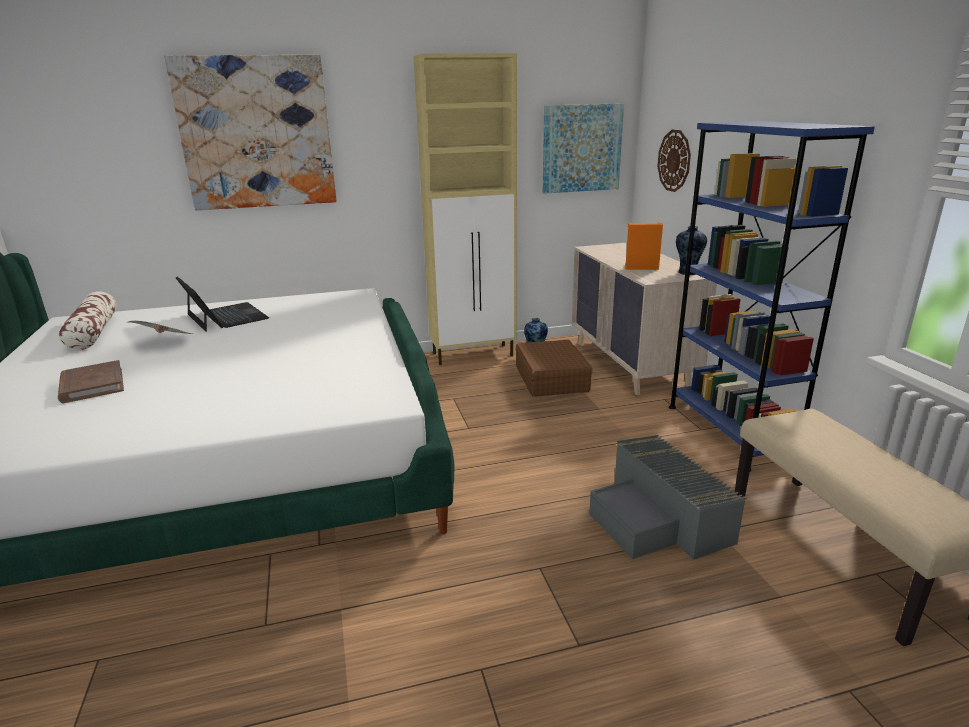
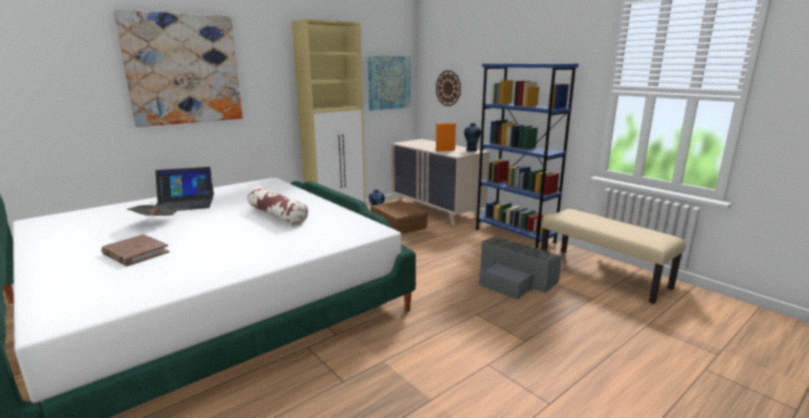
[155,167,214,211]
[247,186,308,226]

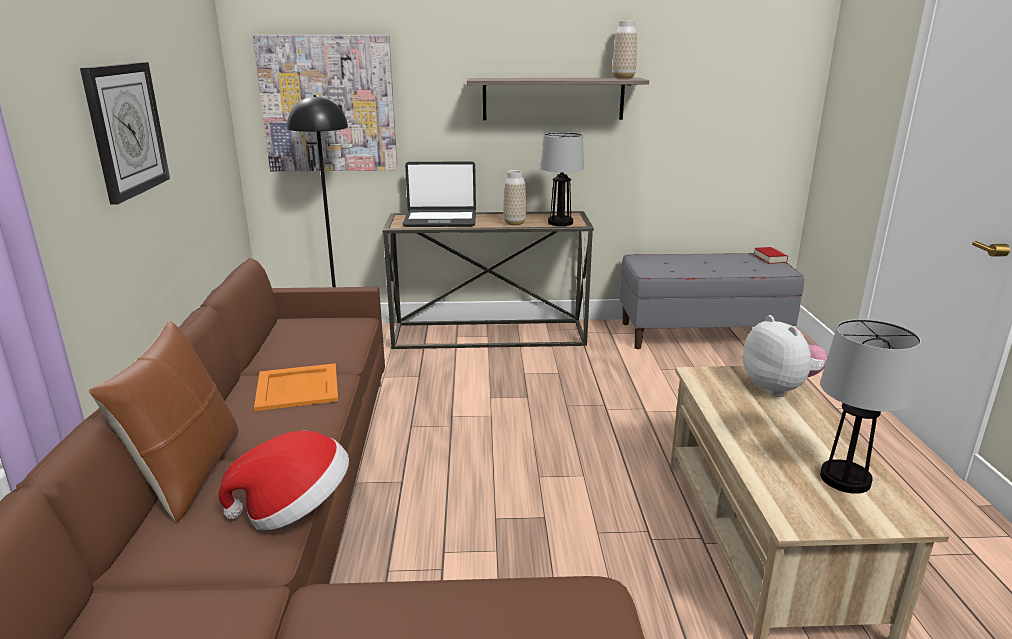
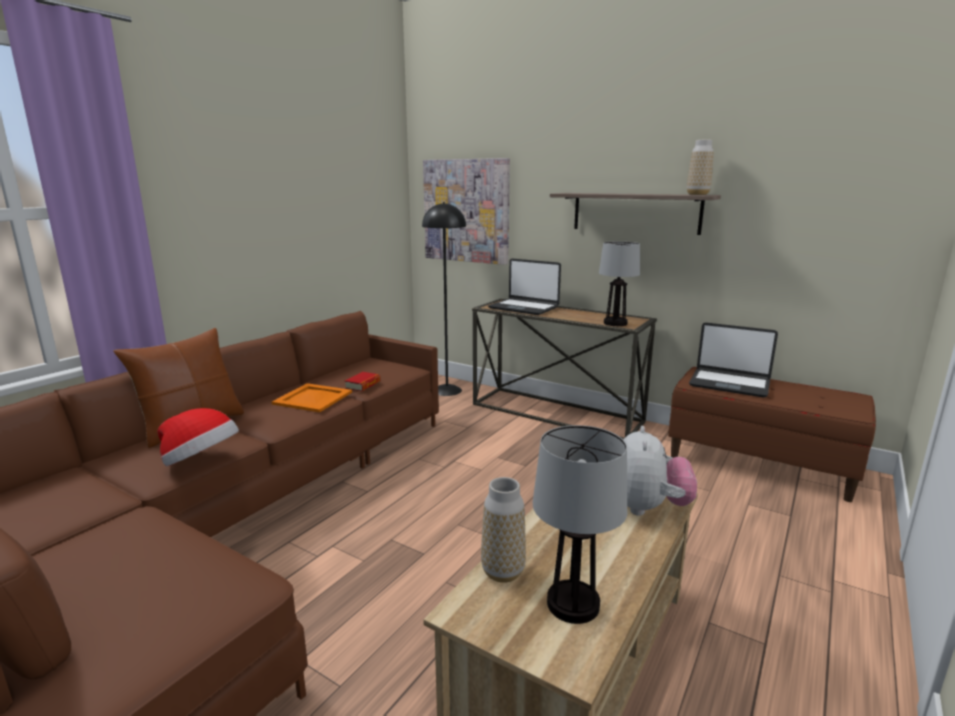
[345,372,380,392]
[481,477,526,583]
[668,367,876,502]
[689,323,778,398]
[80,62,170,204] (first image)

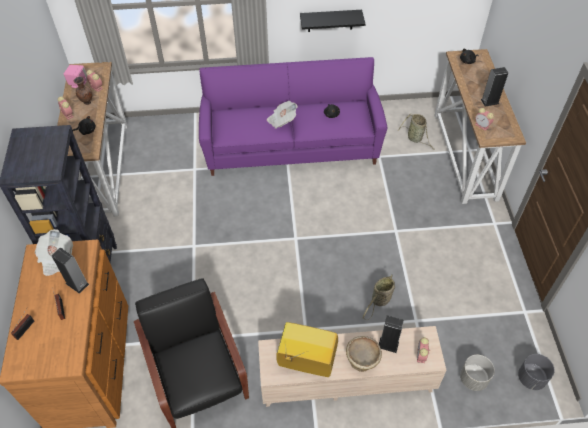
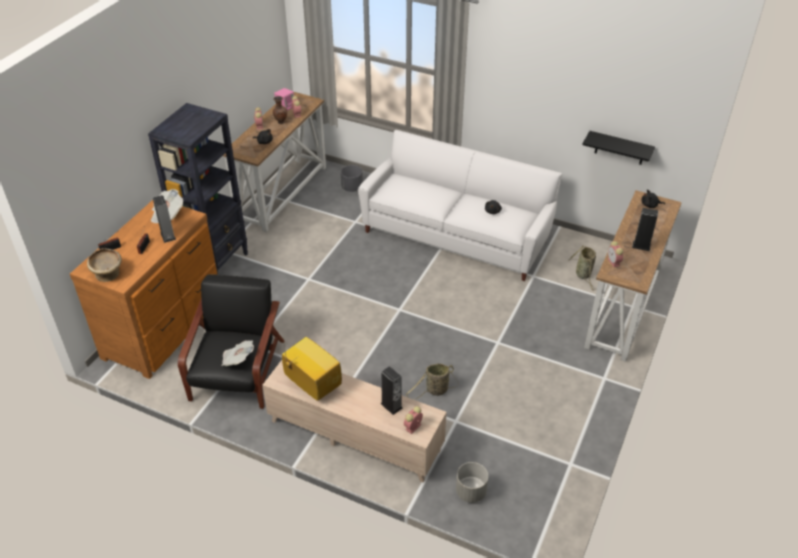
[87,248,122,282]
[221,340,254,366]
[341,165,363,192]
[358,130,562,281]
[582,131,655,165]

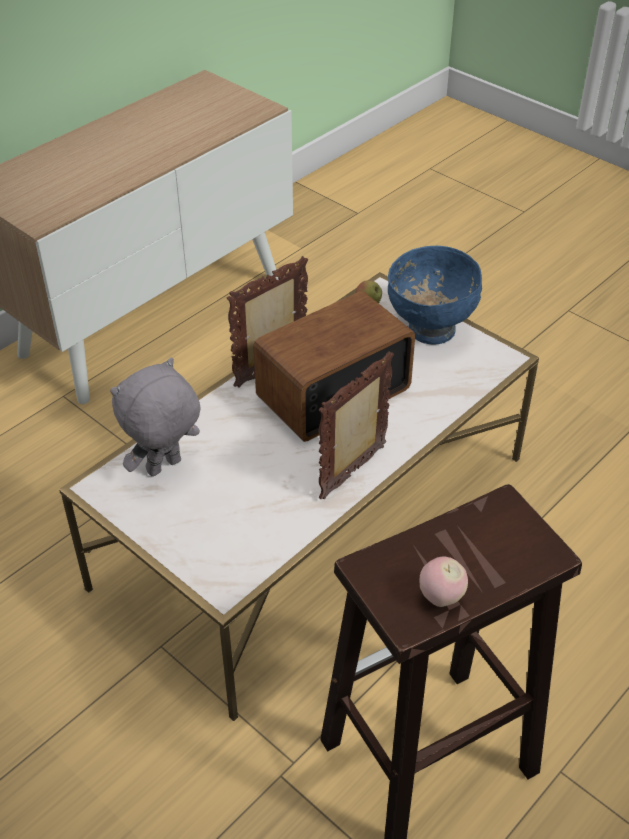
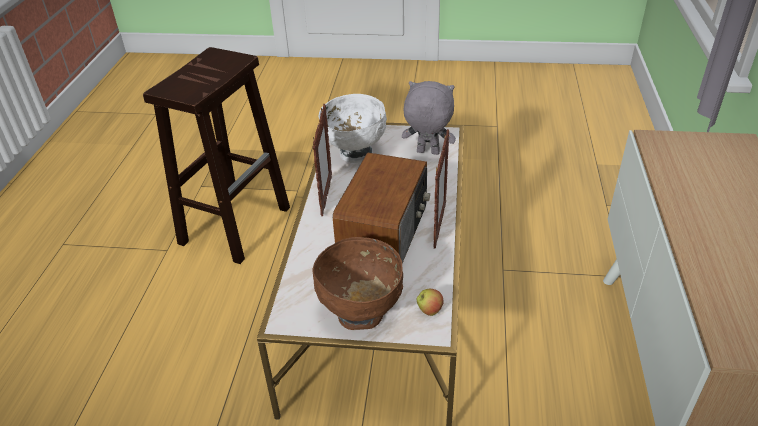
[312,237,403,330]
[319,94,387,163]
[402,81,456,155]
[420,556,468,607] (first image)

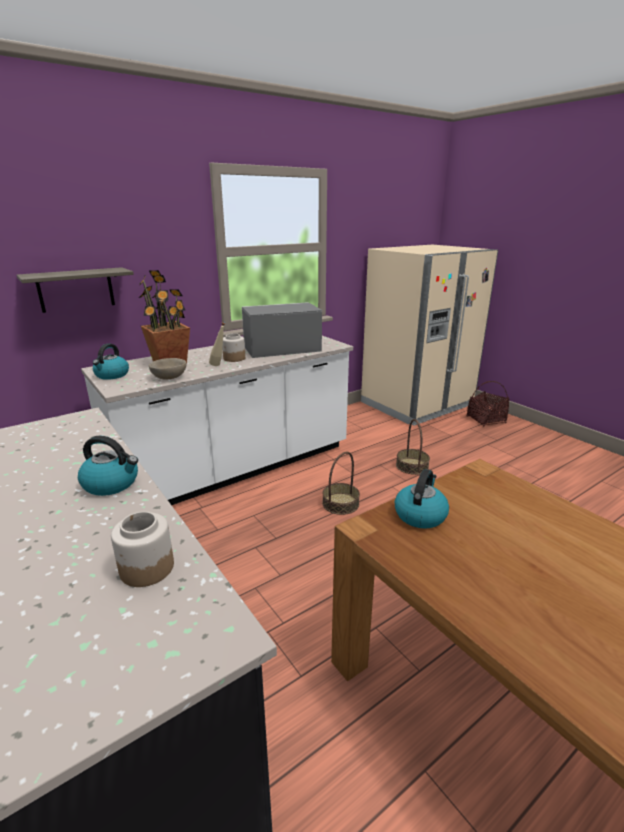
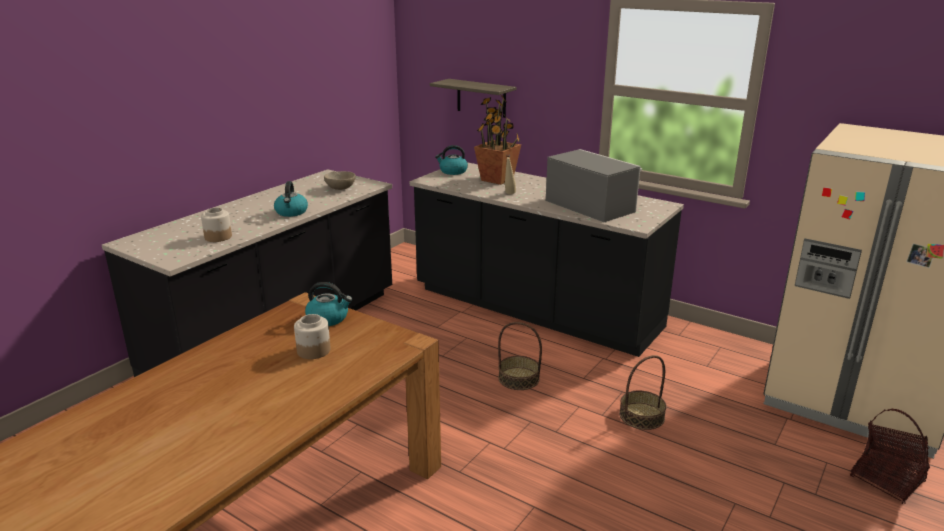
[294,314,331,359]
[324,171,356,190]
[410,162,684,357]

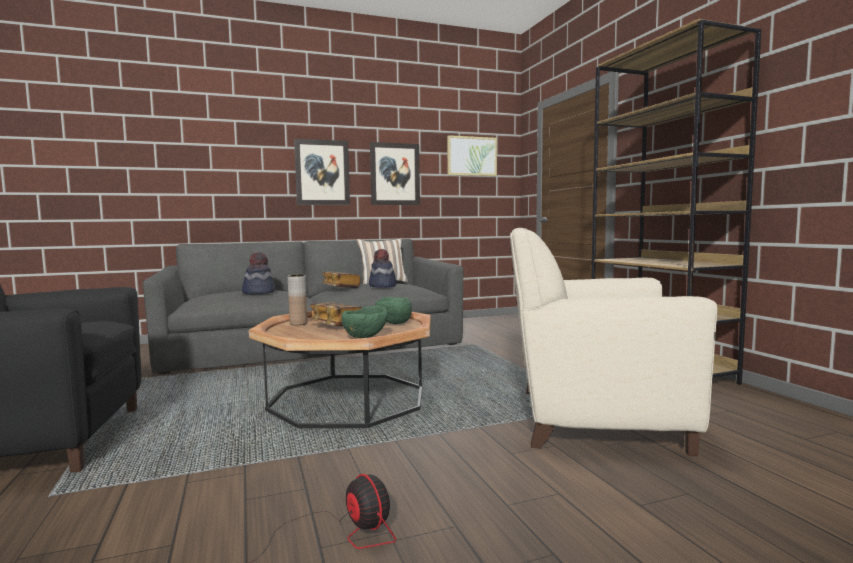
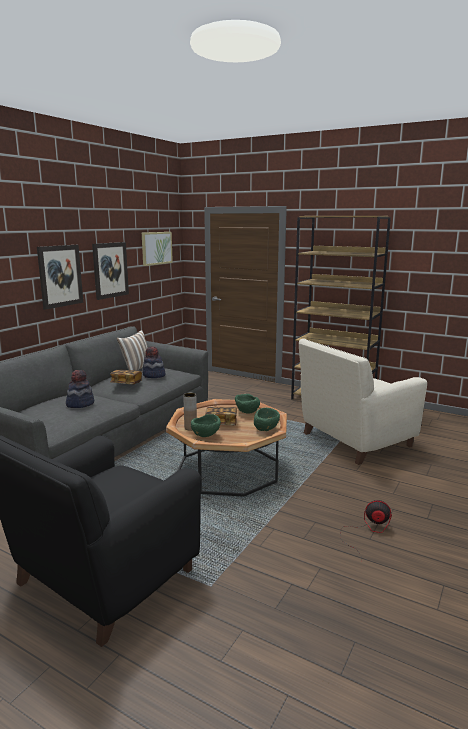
[191,414,221,437]

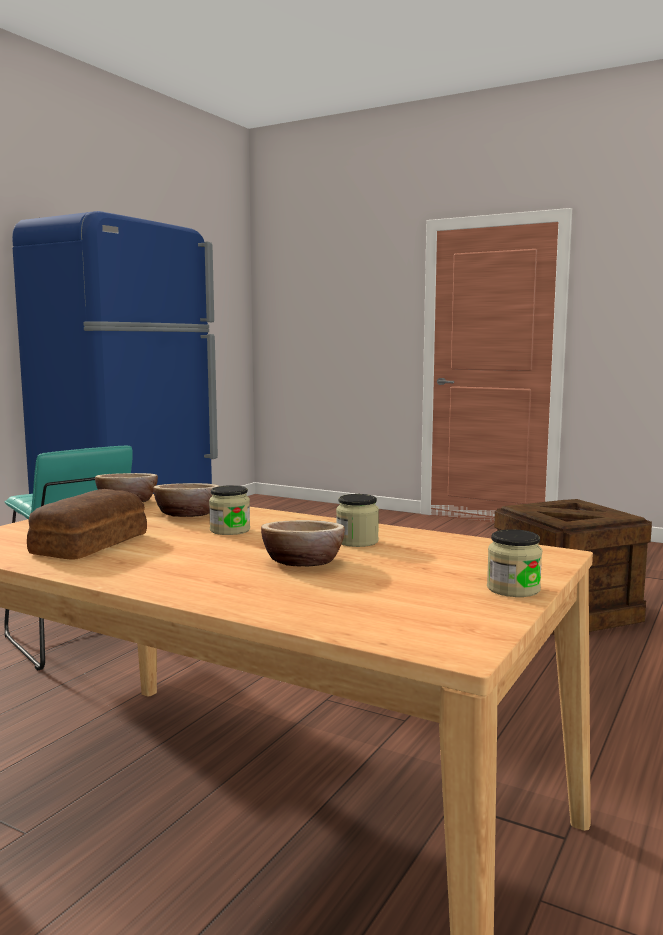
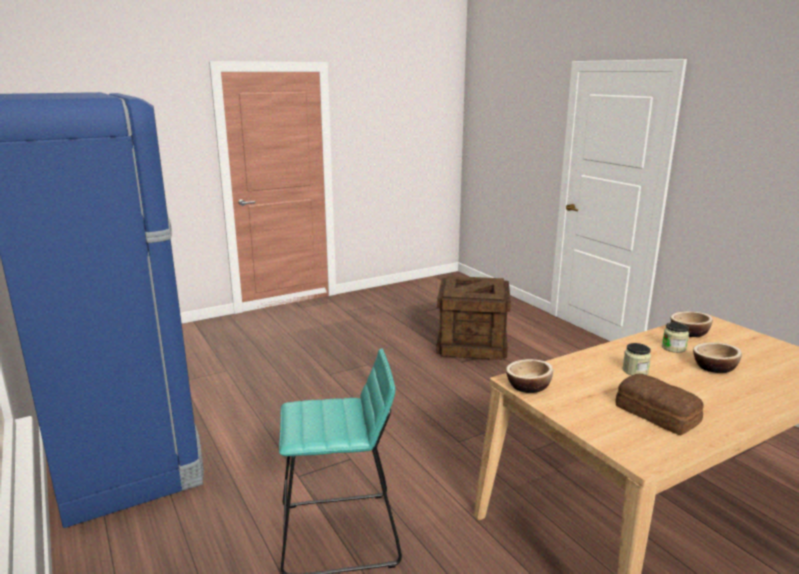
[671,311,713,337]
[487,529,542,597] (first image)

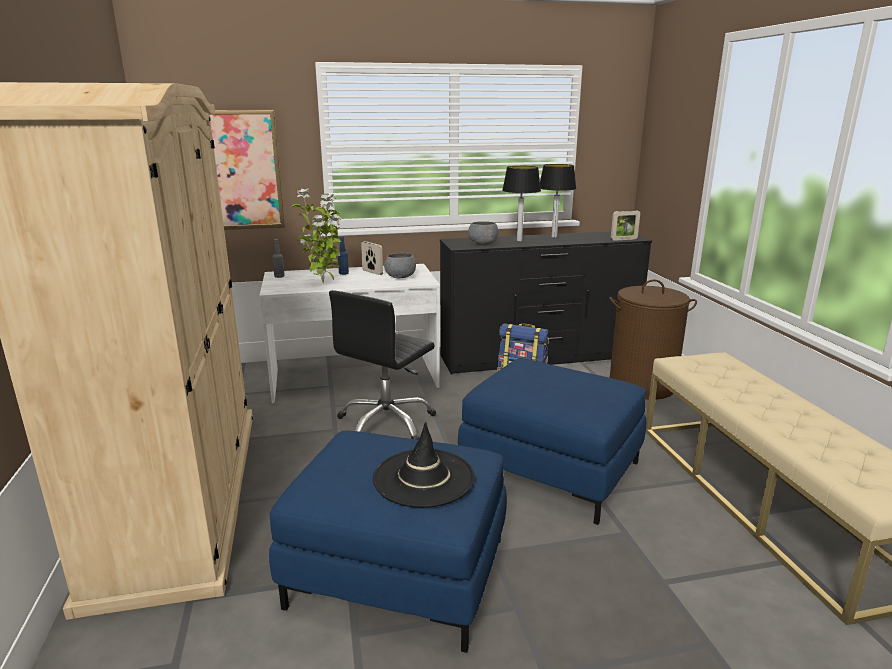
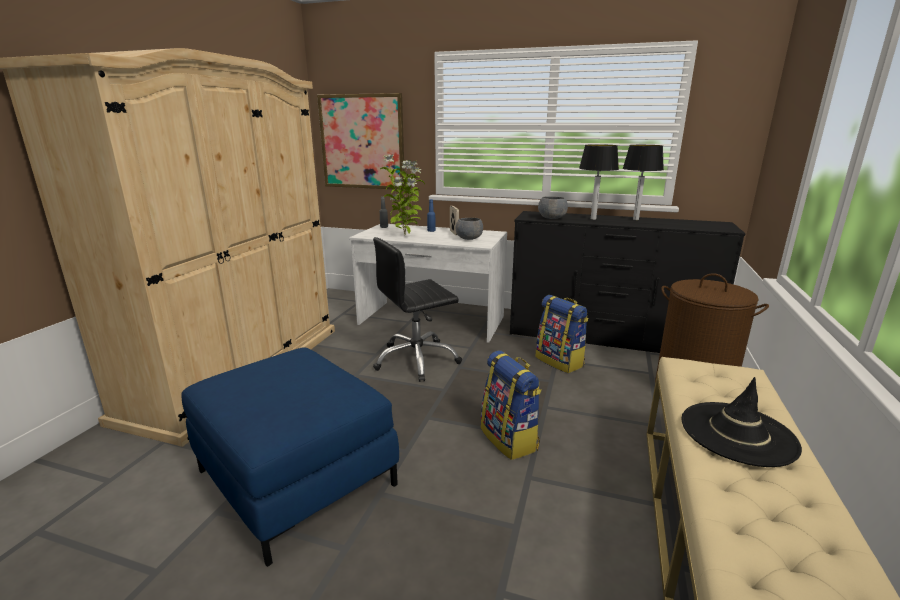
[481,351,542,460]
[681,377,802,467]
[611,210,640,241] (first image)

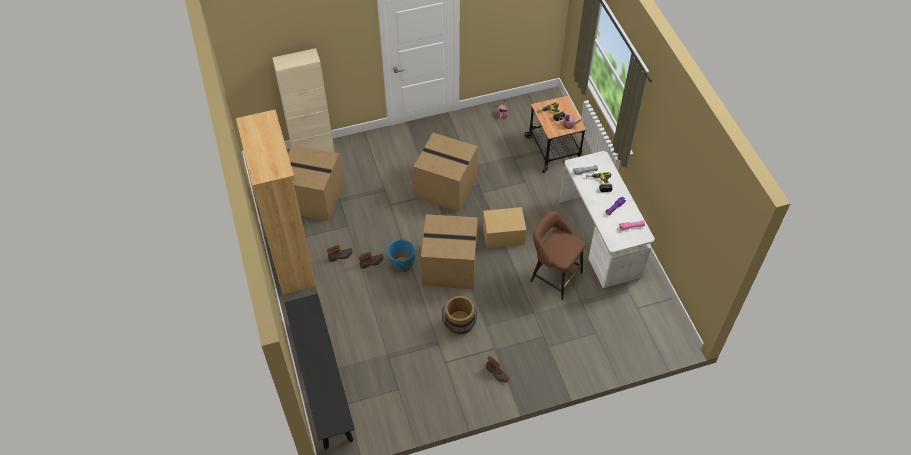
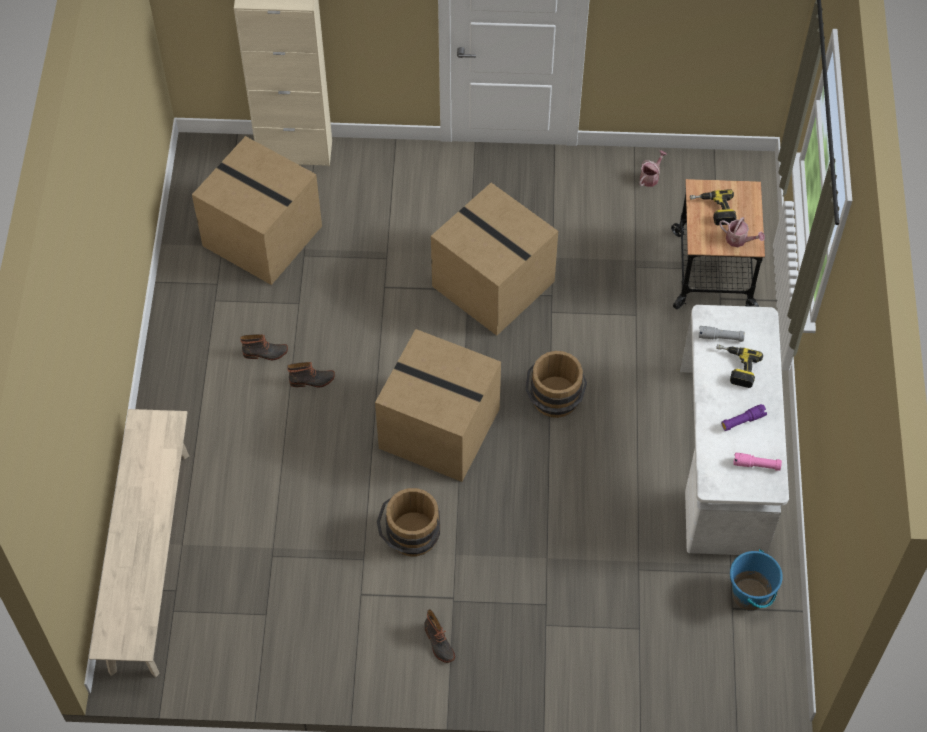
[89,409,189,677]
[525,351,587,418]
[730,549,783,611]
[236,109,316,295] (first image)
[530,211,585,300] (first image)

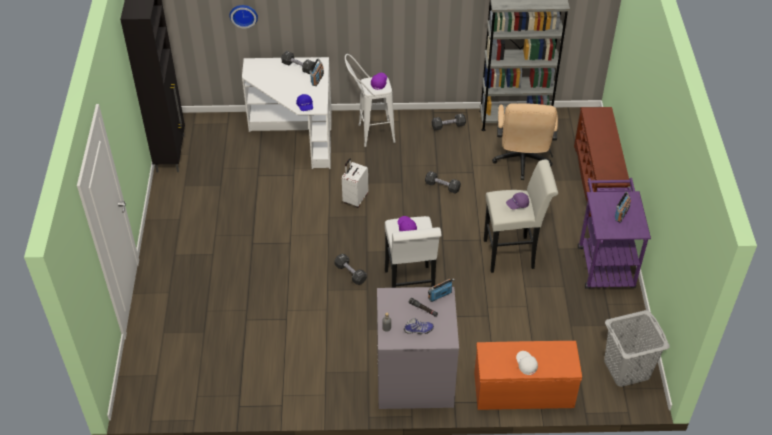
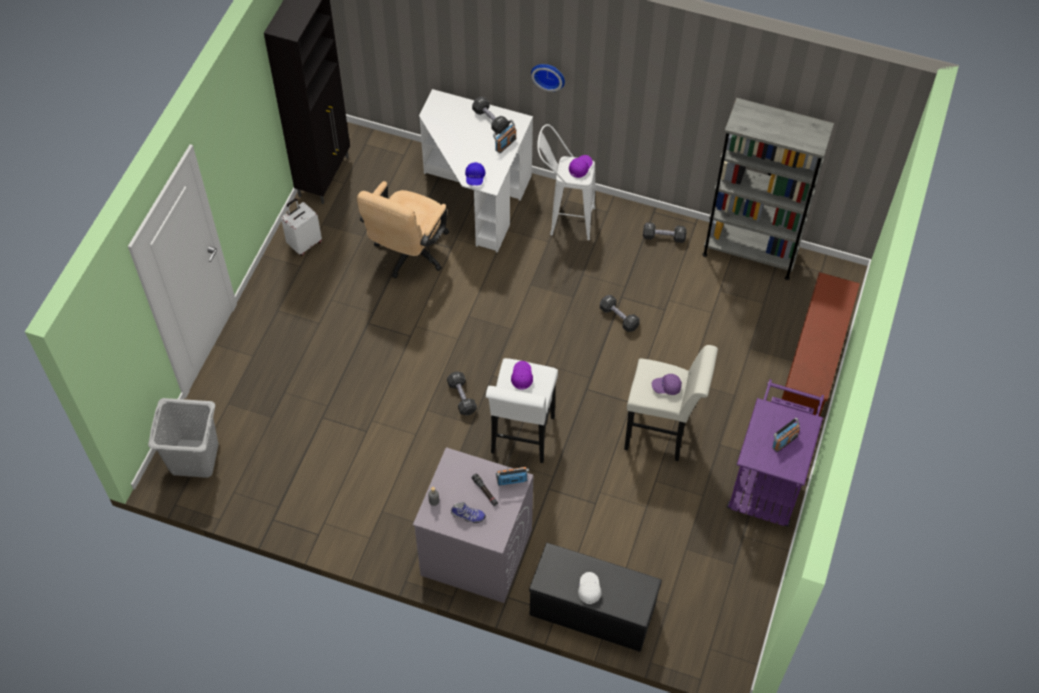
[148,398,219,478]
[281,198,322,256]
[357,181,449,279]
[529,543,662,652]
[531,64,565,92]

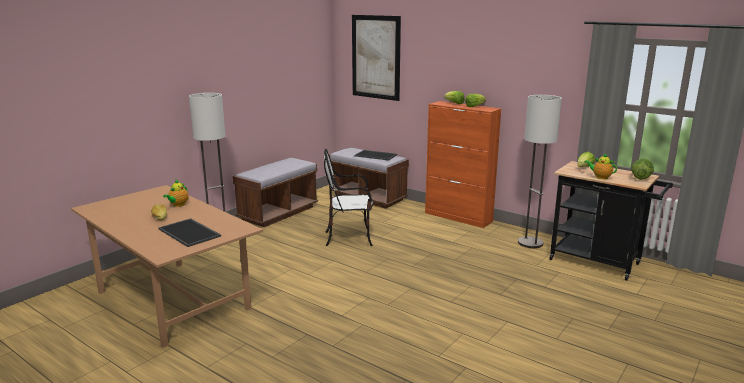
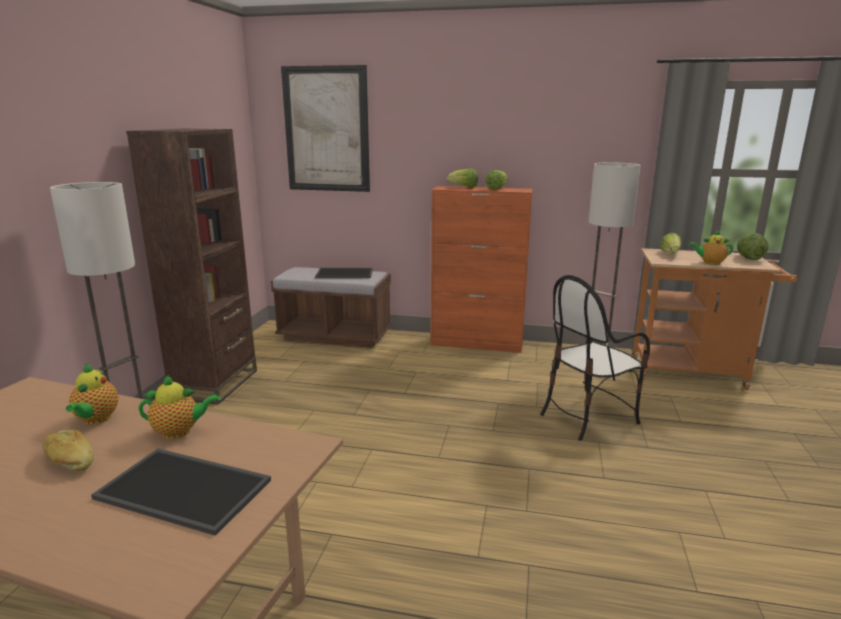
[126,129,257,405]
[139,375,220,439]
[540,275,650,441]
[633,248,798,390]

